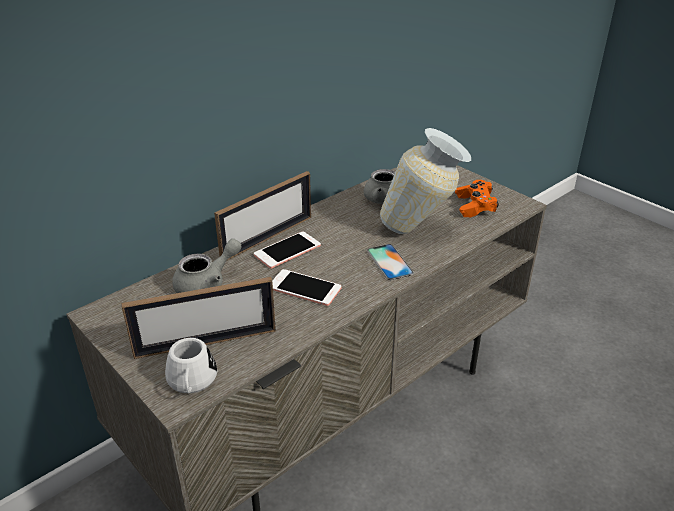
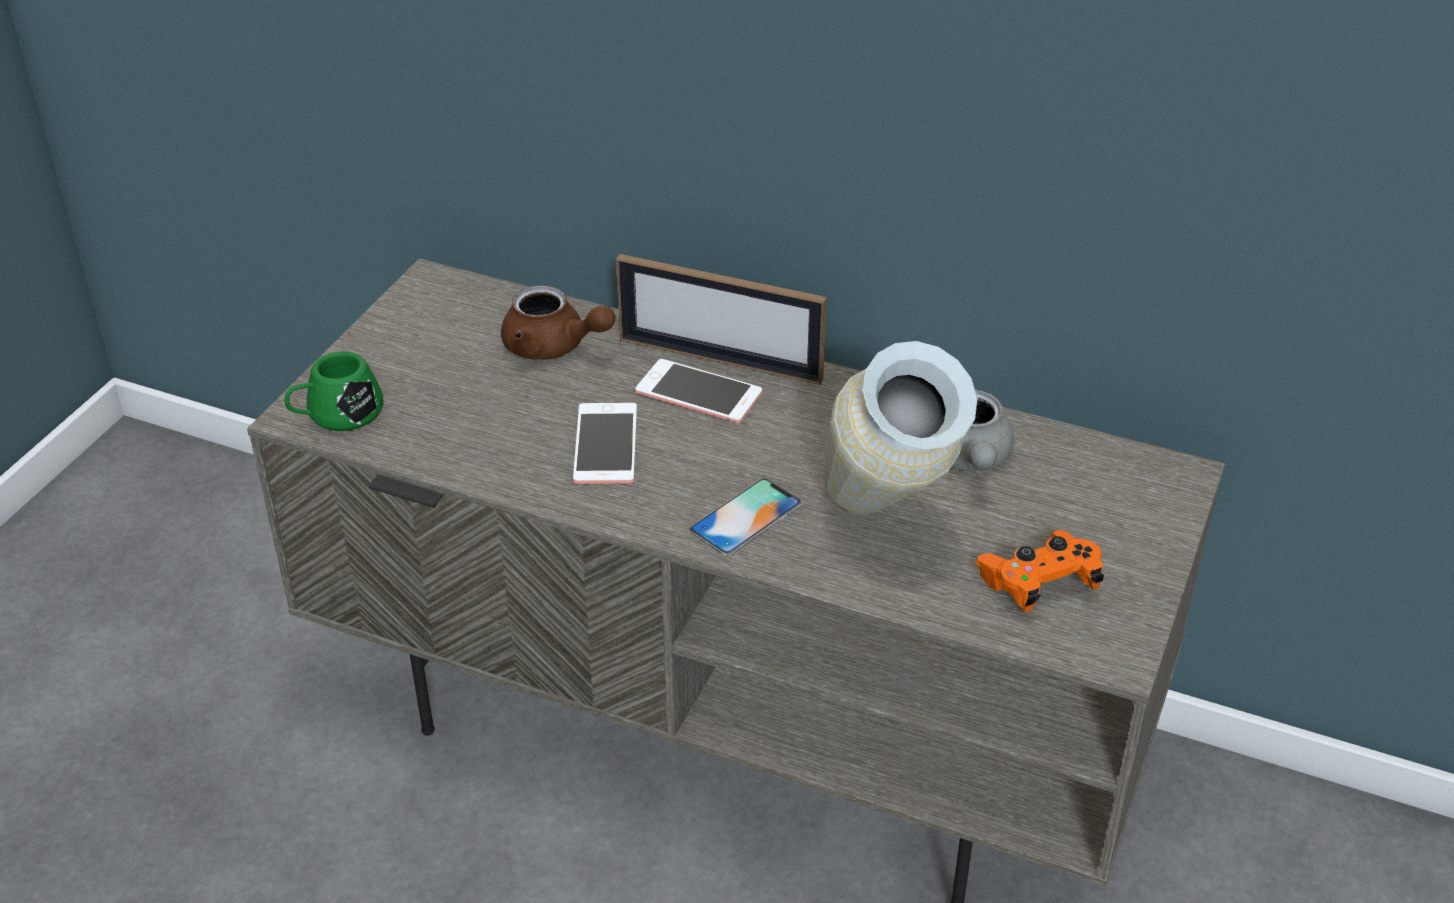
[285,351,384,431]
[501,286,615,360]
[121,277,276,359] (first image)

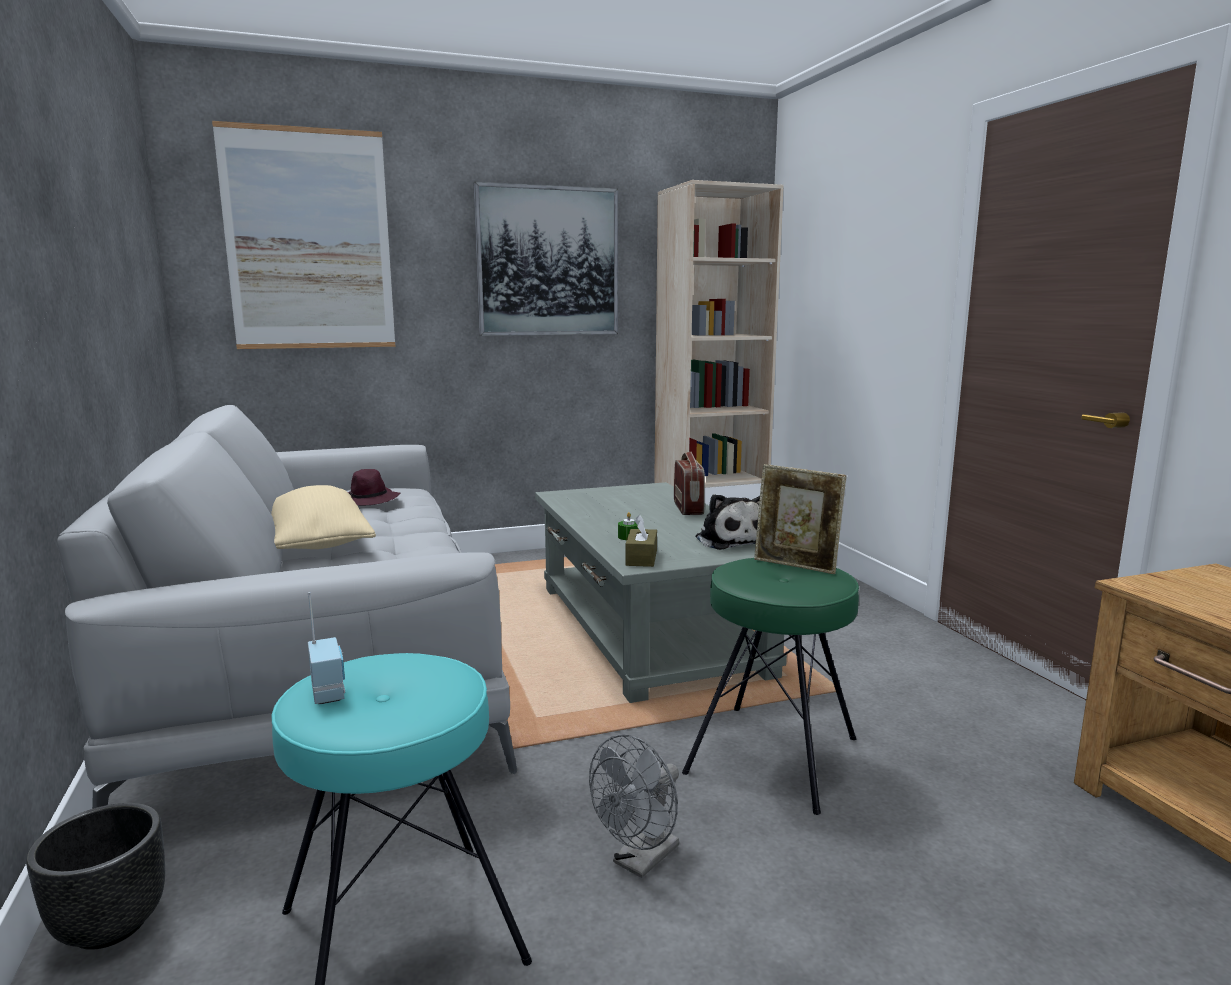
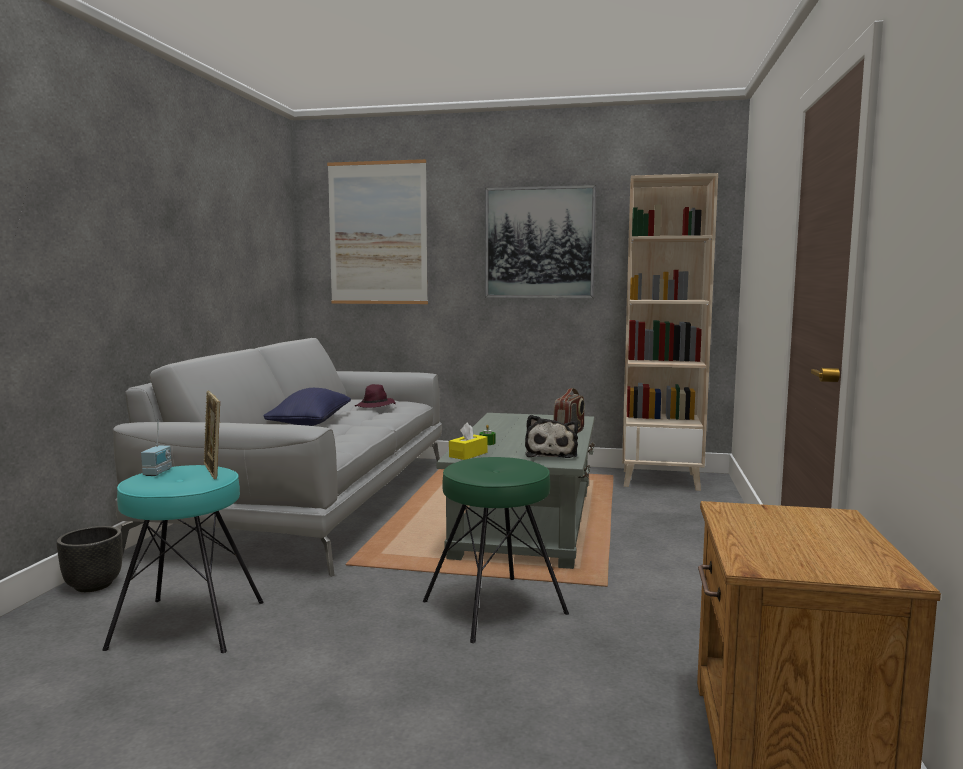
[203,391,220,479]
[264,388,351,426]
[449,423,487,460]
[589,734,679,878] (first image)

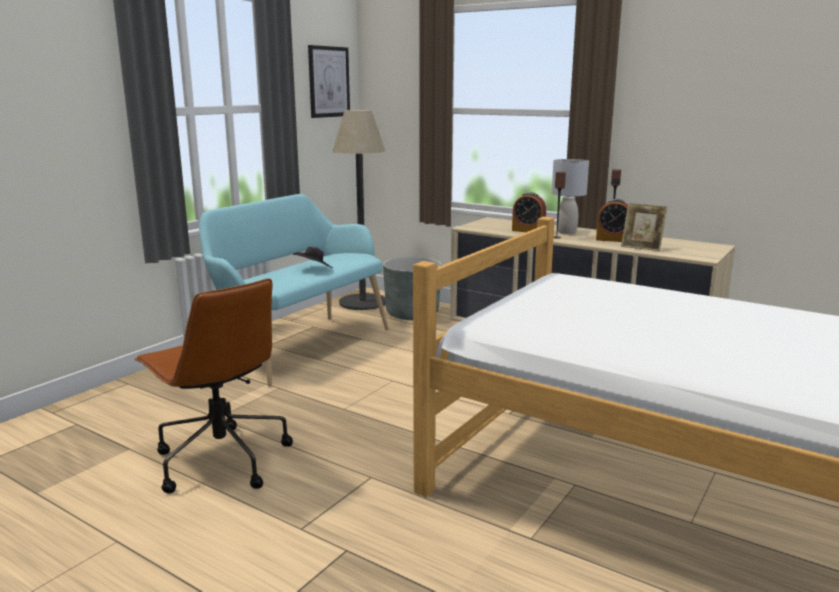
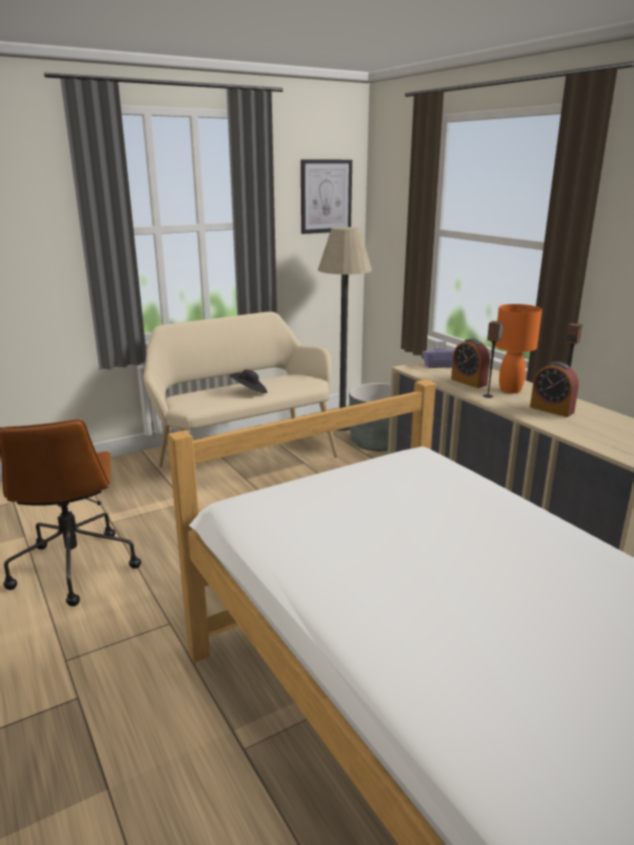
[143,312,338,467]
[422,341,454,368]
[495,304,542,394]
[621,203,668,251] (first image)

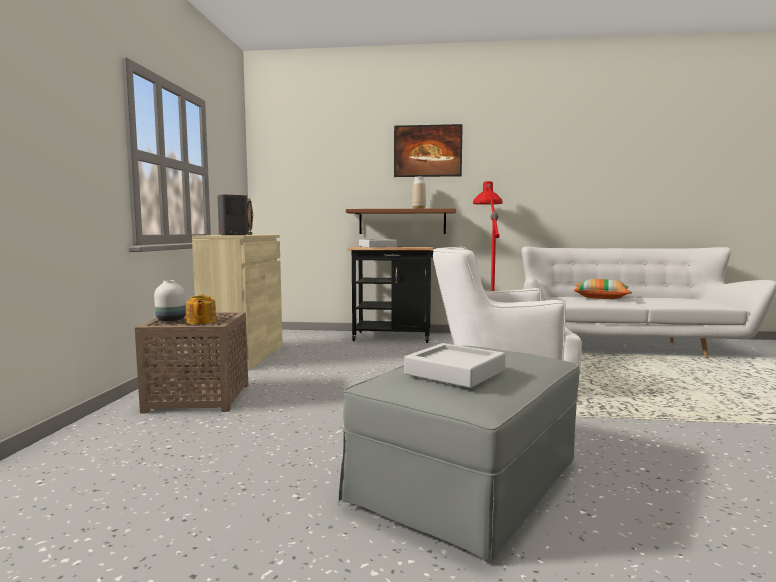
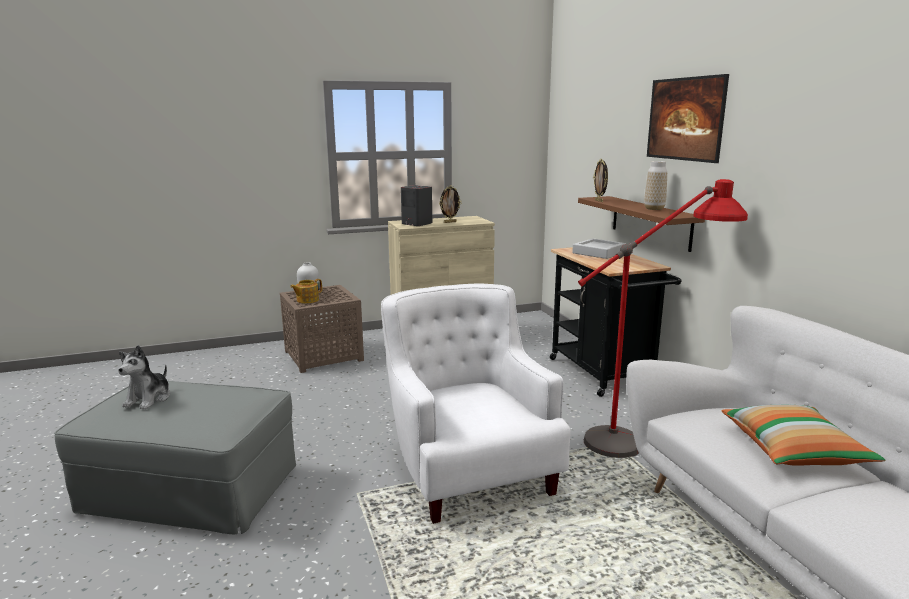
[118,345,170,410]
[593,159,608,202]

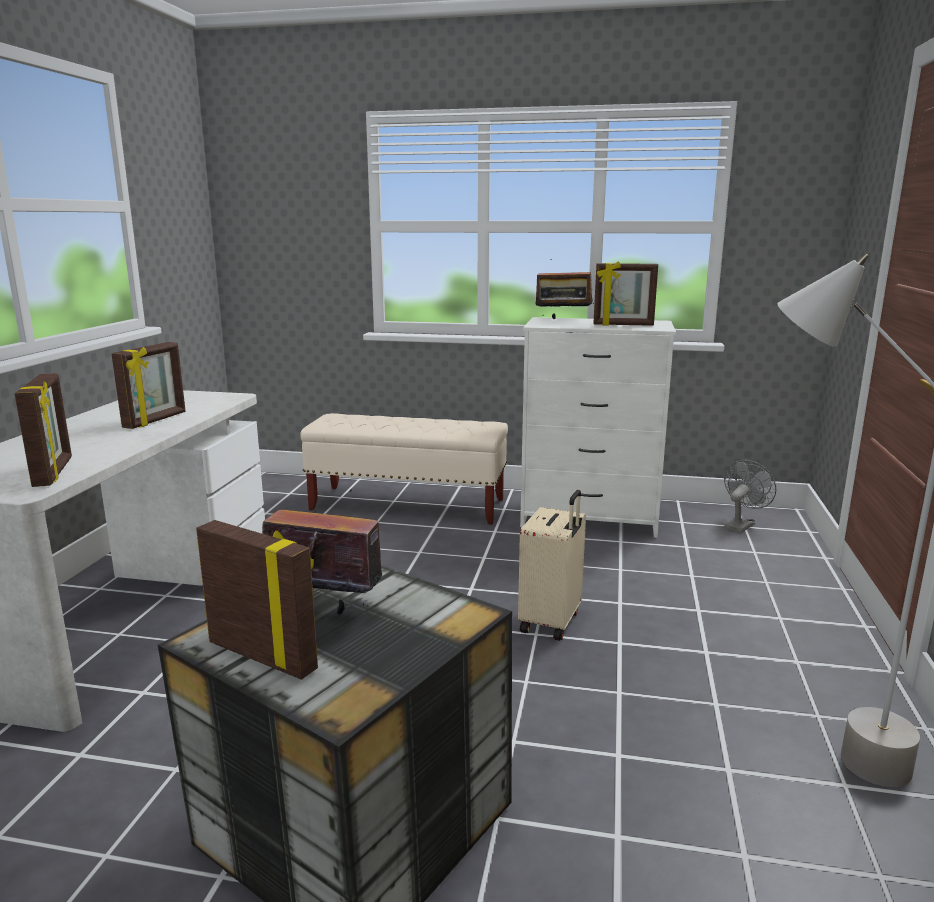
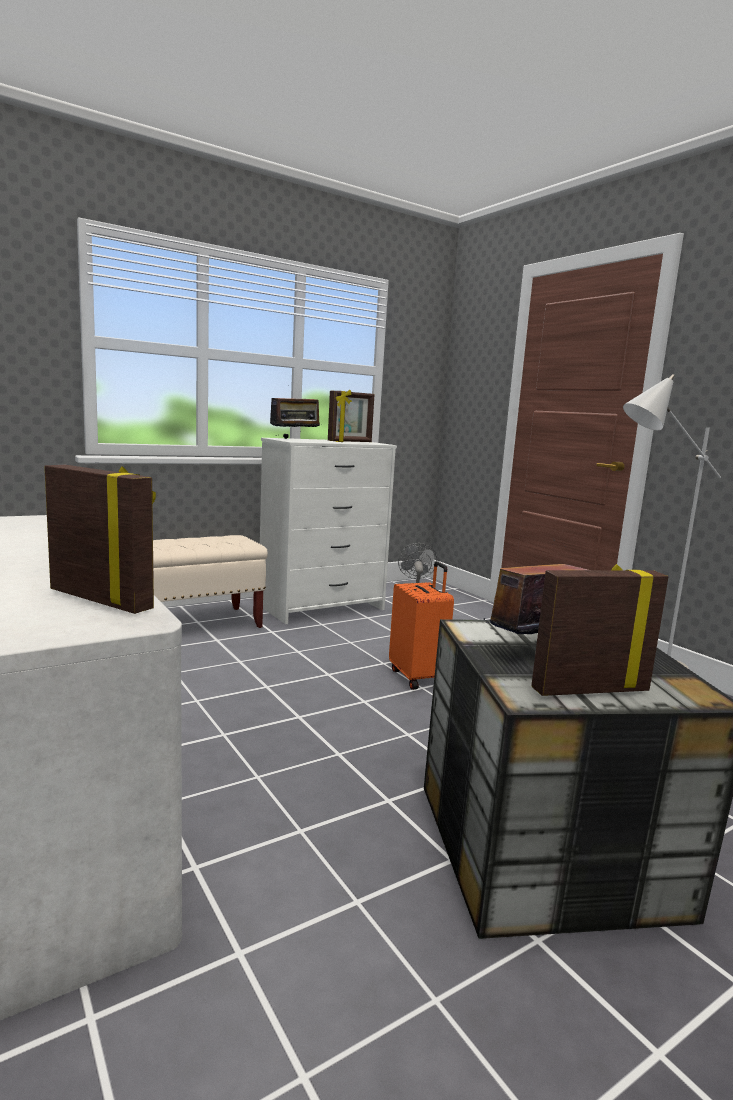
[389,561,454,690]
[111,342,186,429] (first image)

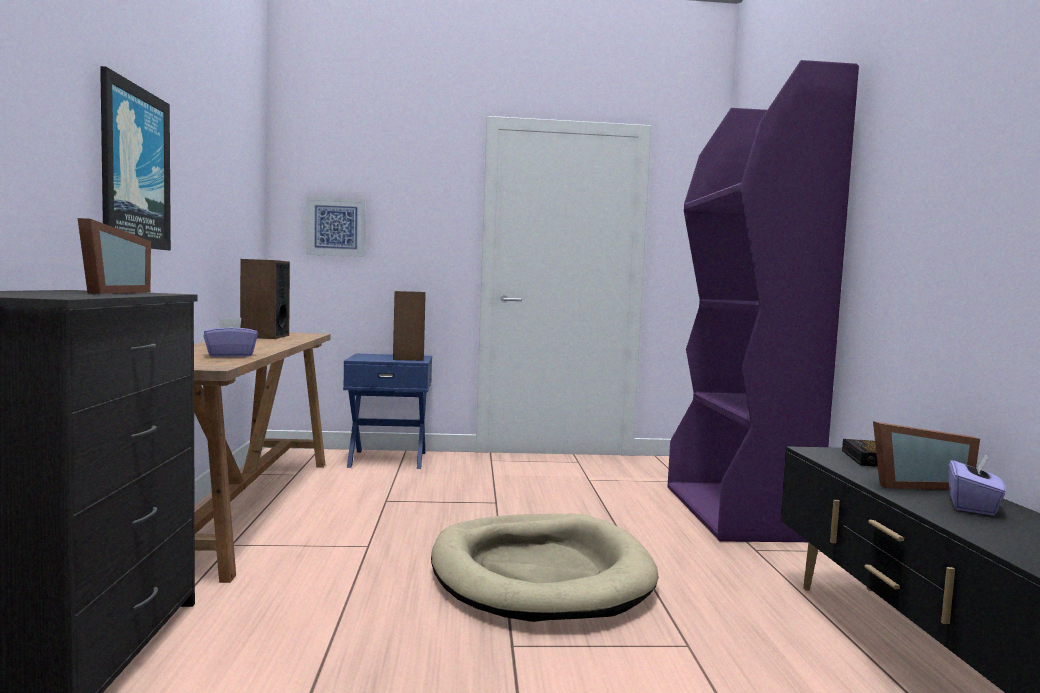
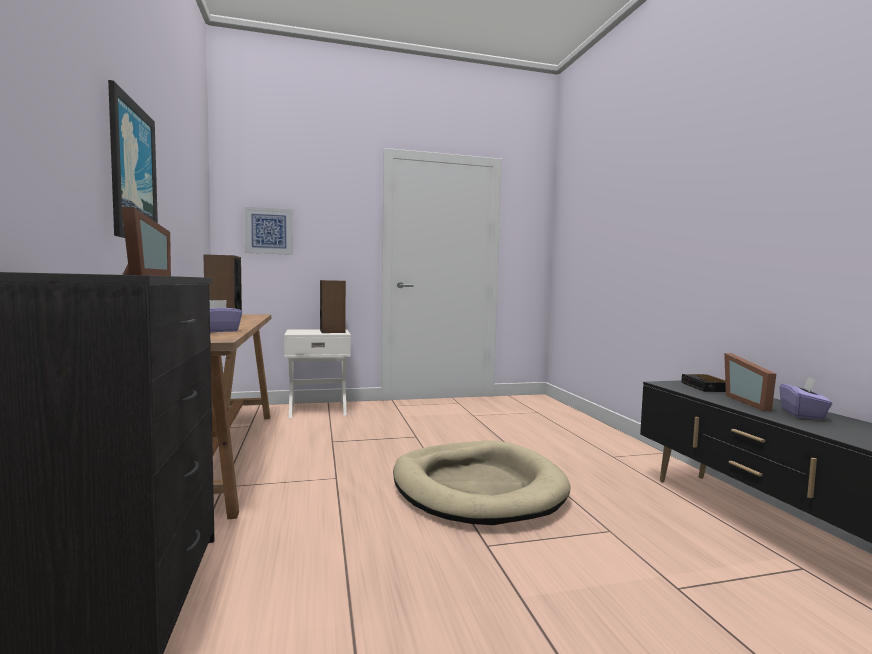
[284,329,351,418]
[724,353,776,411]
[667,60,859,542] (first image)

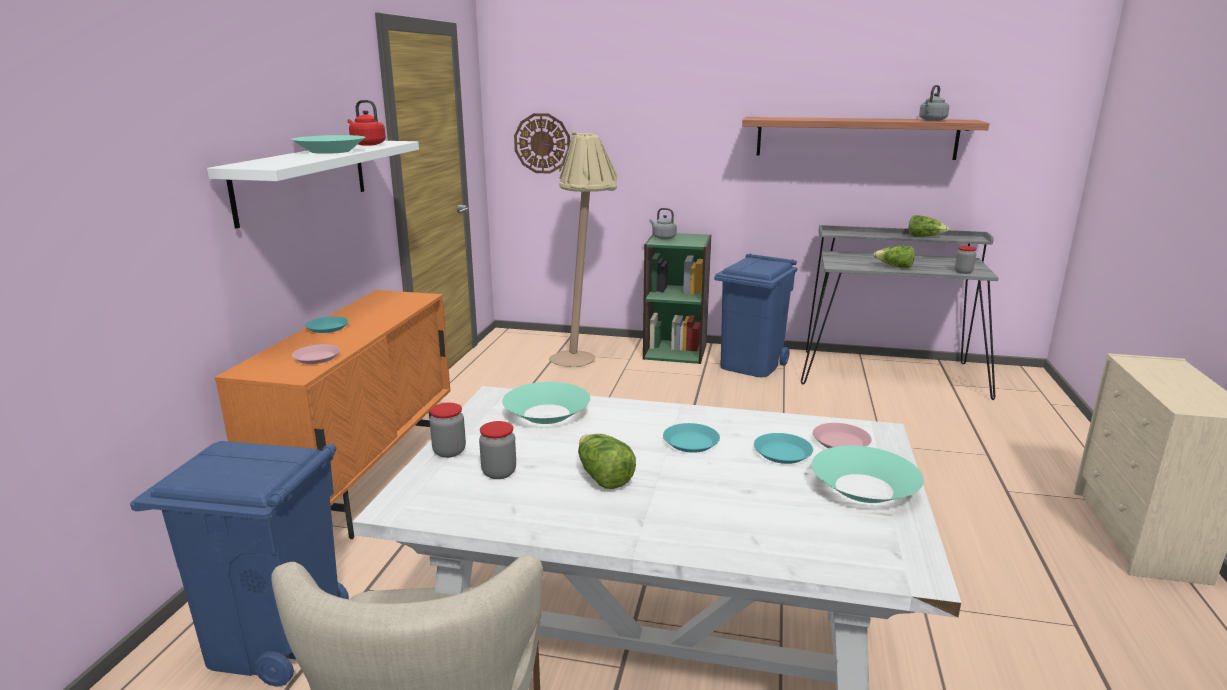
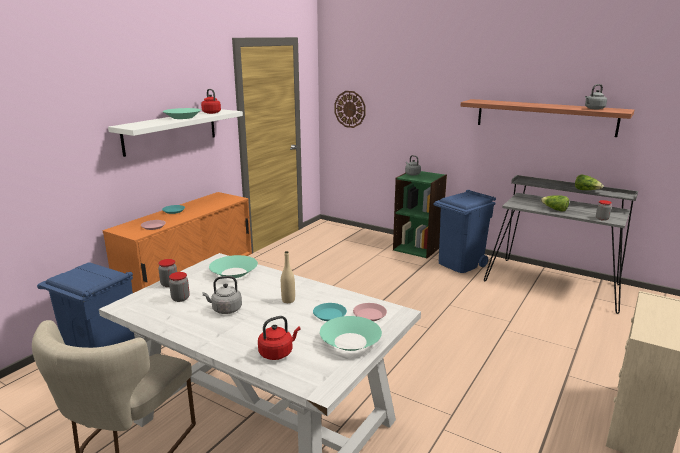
[202,276,242,314]
[258,316,301,360]
[281,251,295,303]
[549,131,617,367] (first image)

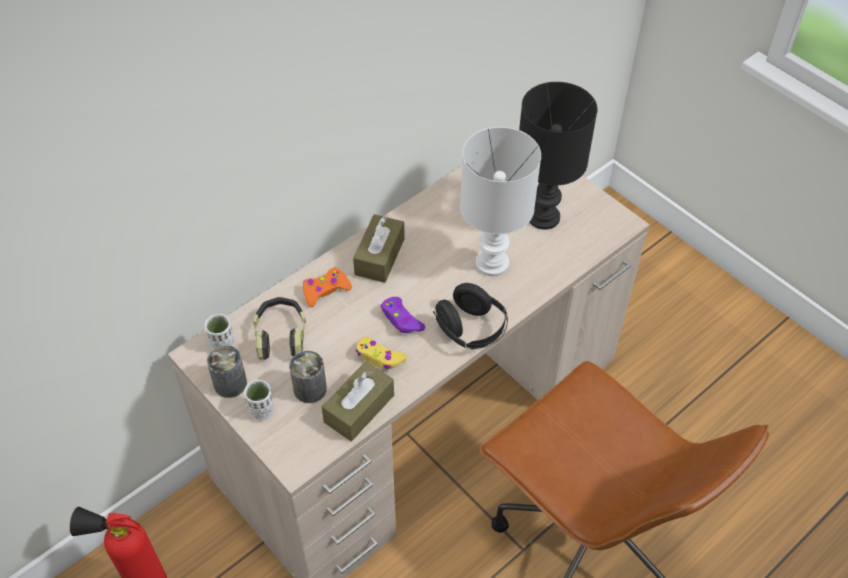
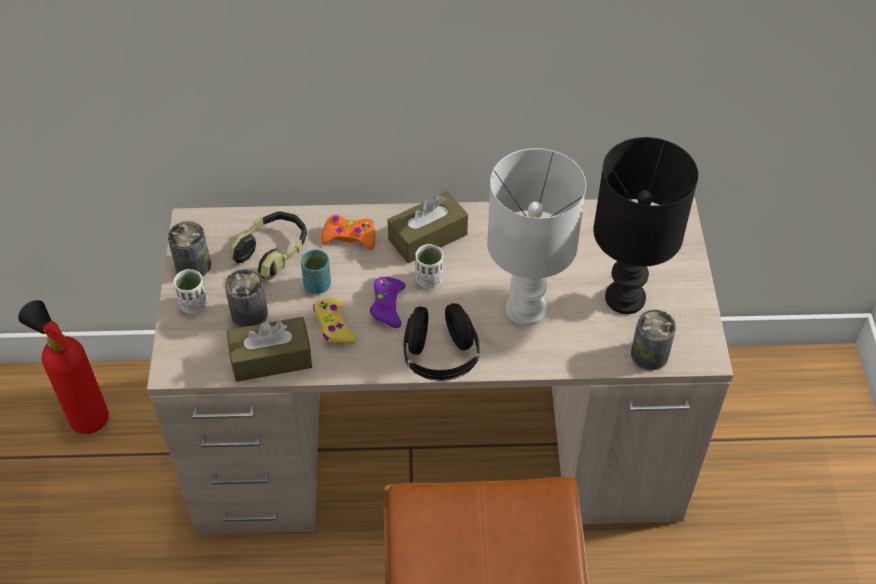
[301,249,331,294]
[415,244,443,289]
[631,310,676,370]

